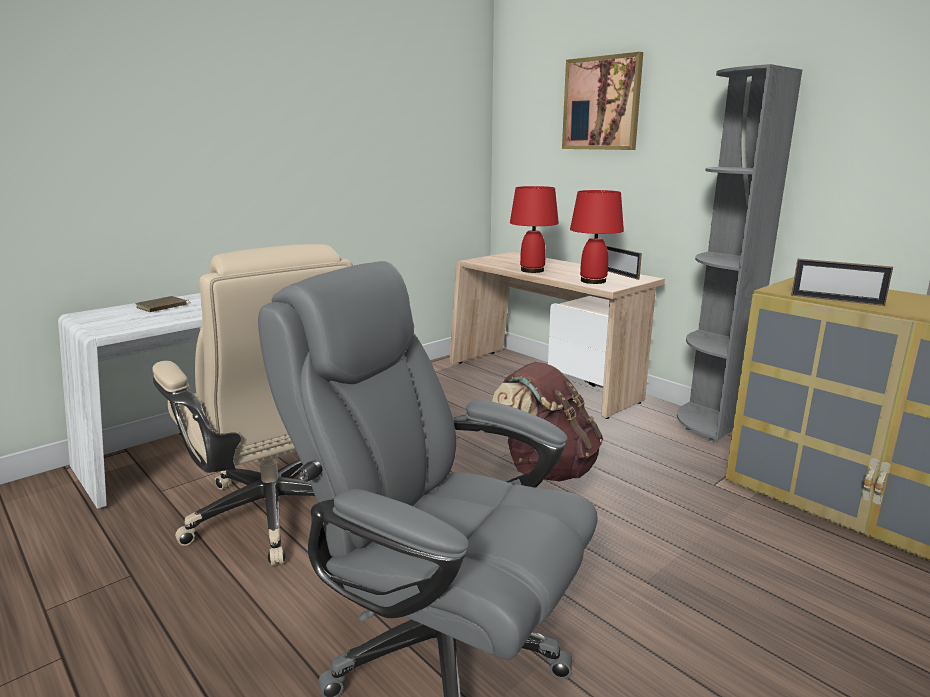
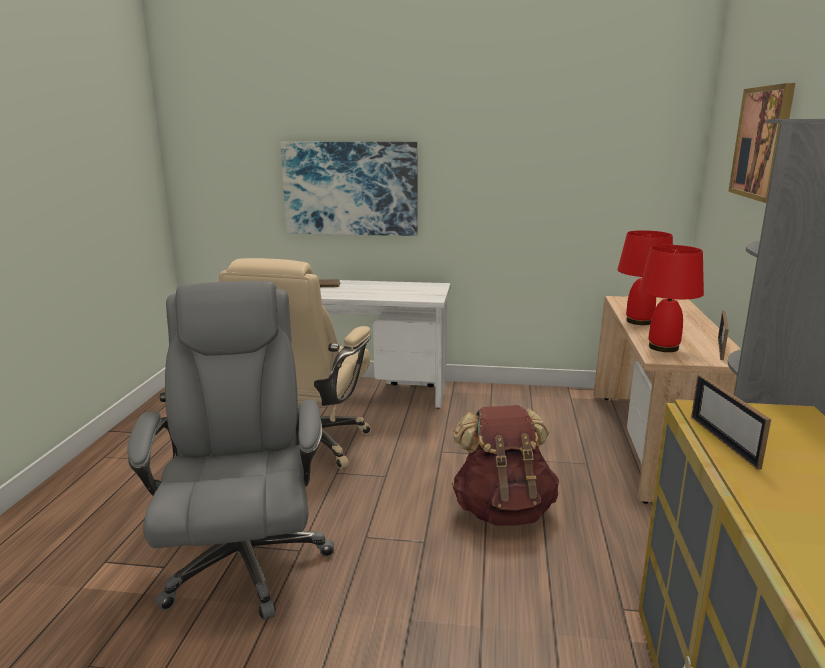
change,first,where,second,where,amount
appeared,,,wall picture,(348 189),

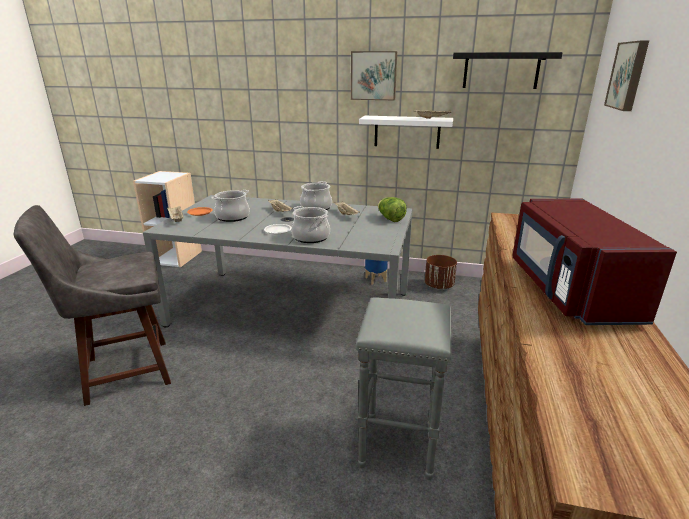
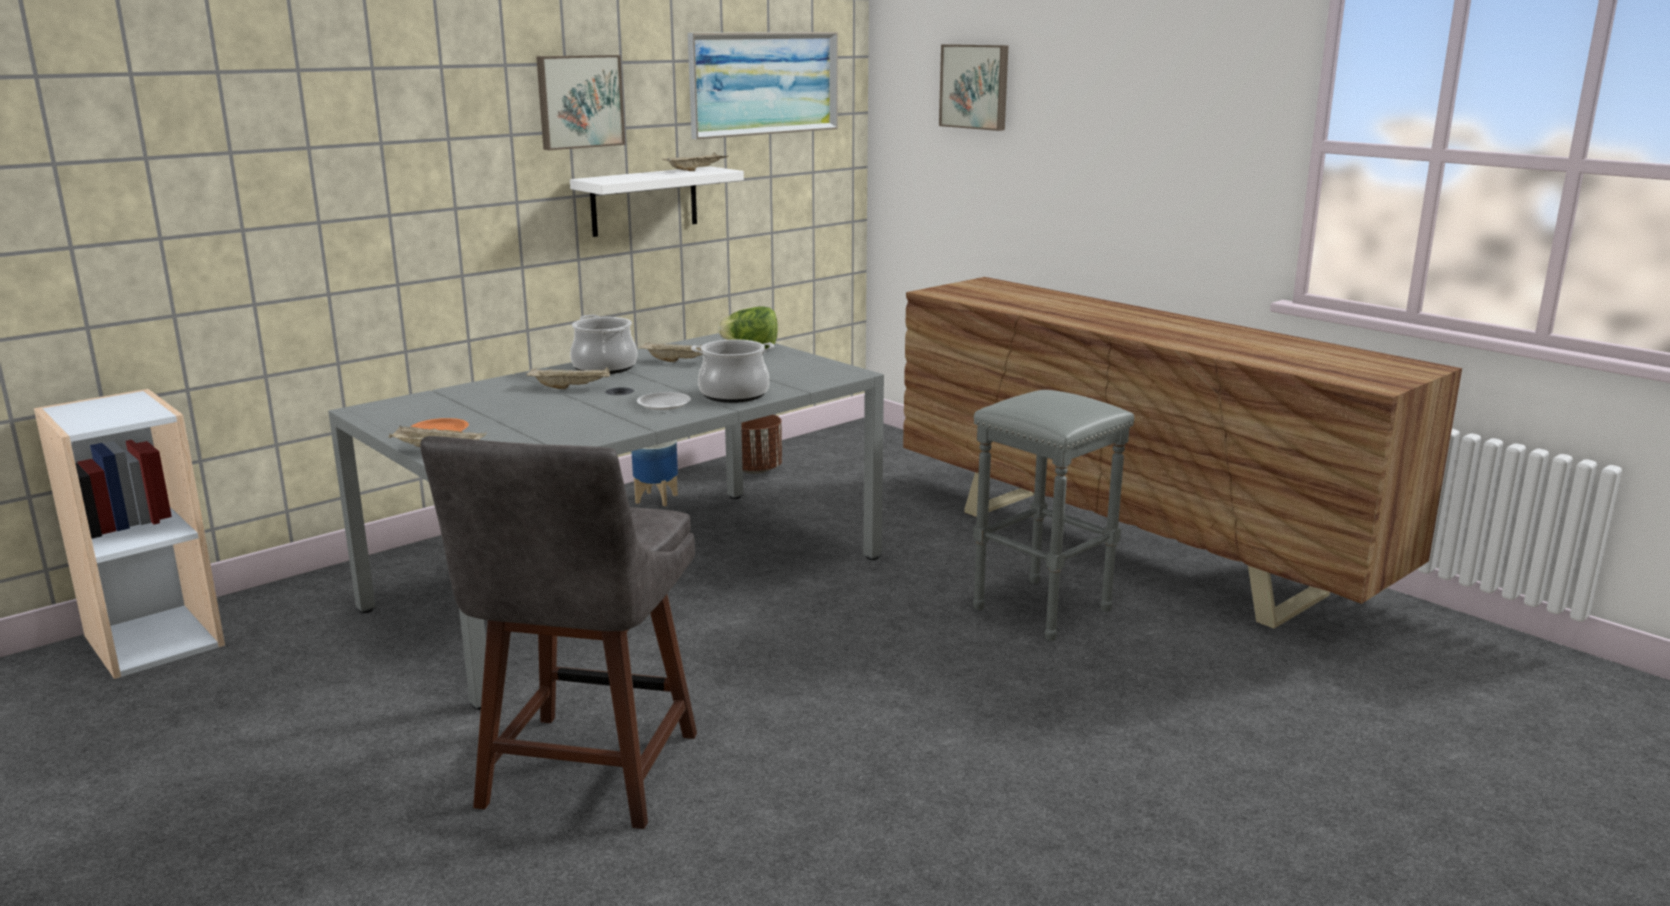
change,first,where,second,where,amount
missing,cooking pot,(230 206),,,
missing,red-coloured microwave oven,(595 262),,,
exchanged,black-coloured wall shelf,(508 70),wall picture,(763 85),

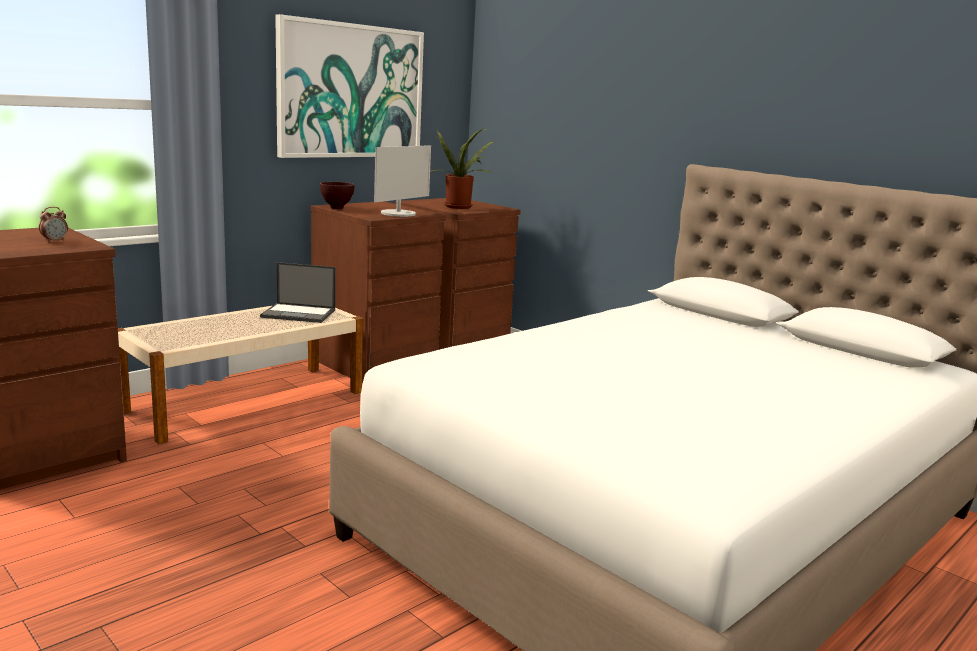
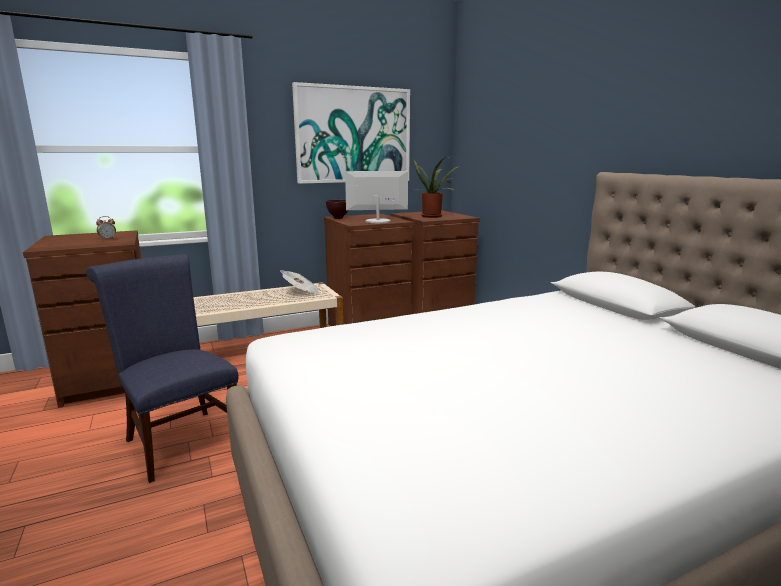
change,first,where,second,where,amount
appeared,,,blue plain chair,(162 368),
exchanged,portable computer,(298 292),newspaper,(300 282),
spun,computer screen,(402 181),,(376 197),150 degrees counterclockwise

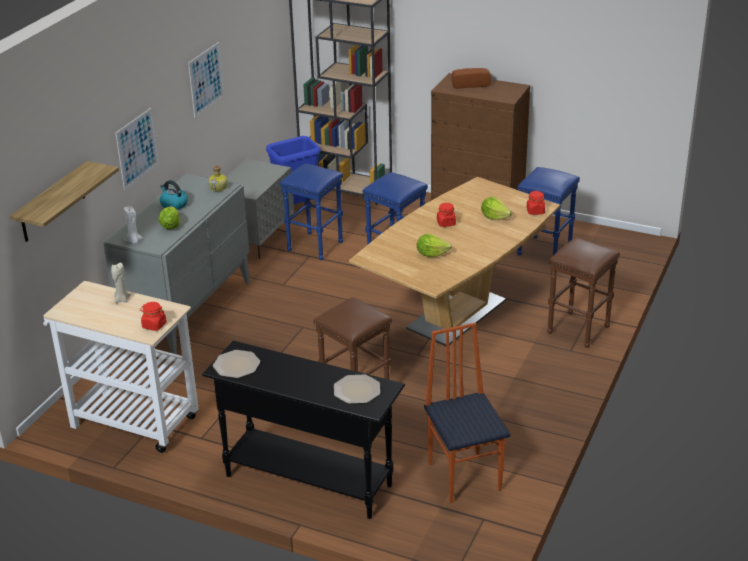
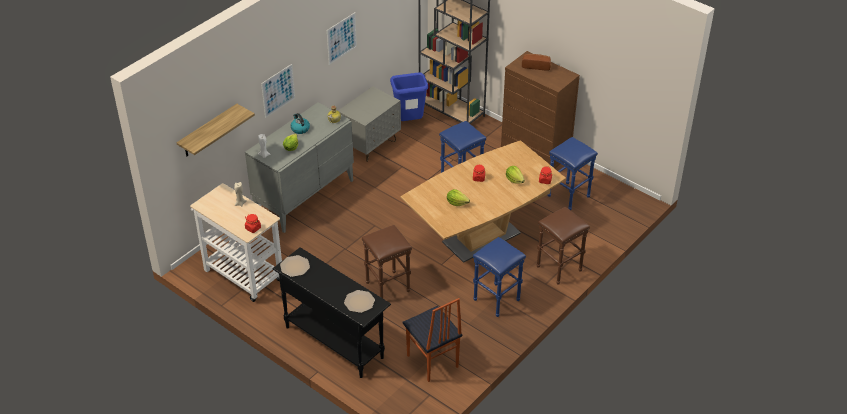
change,first,where,second,where,amount
relocated,blue stool seat,(311 212),,(499 277),
spun,plain chair,(467 413),,(432 340),150 degrees clockwise

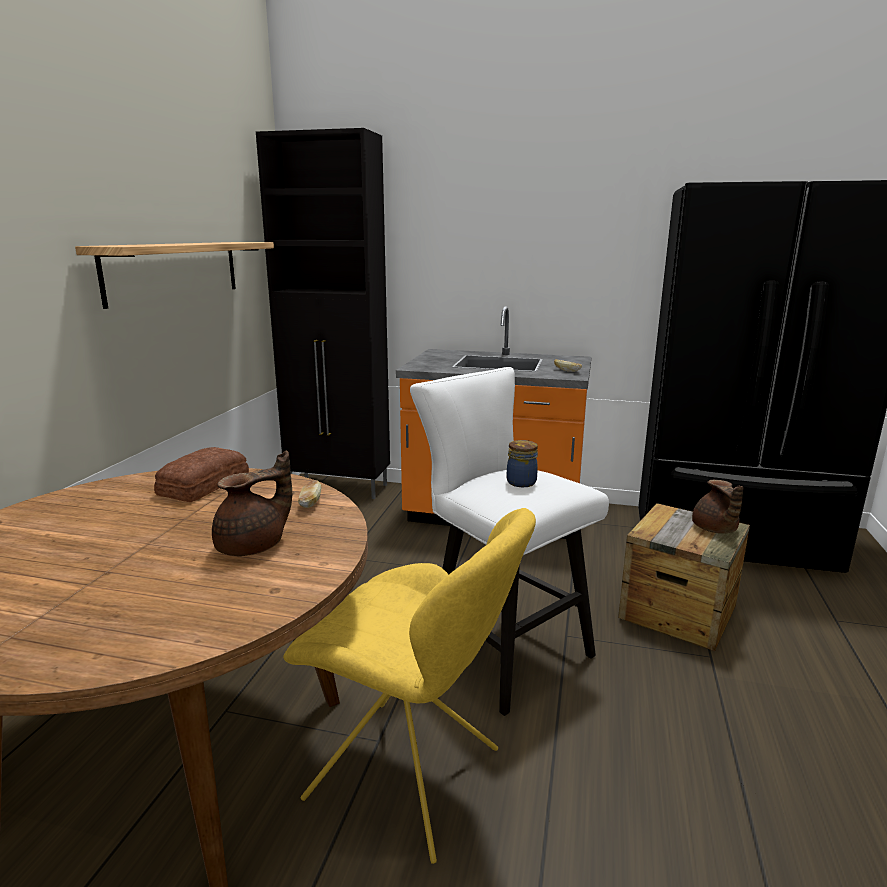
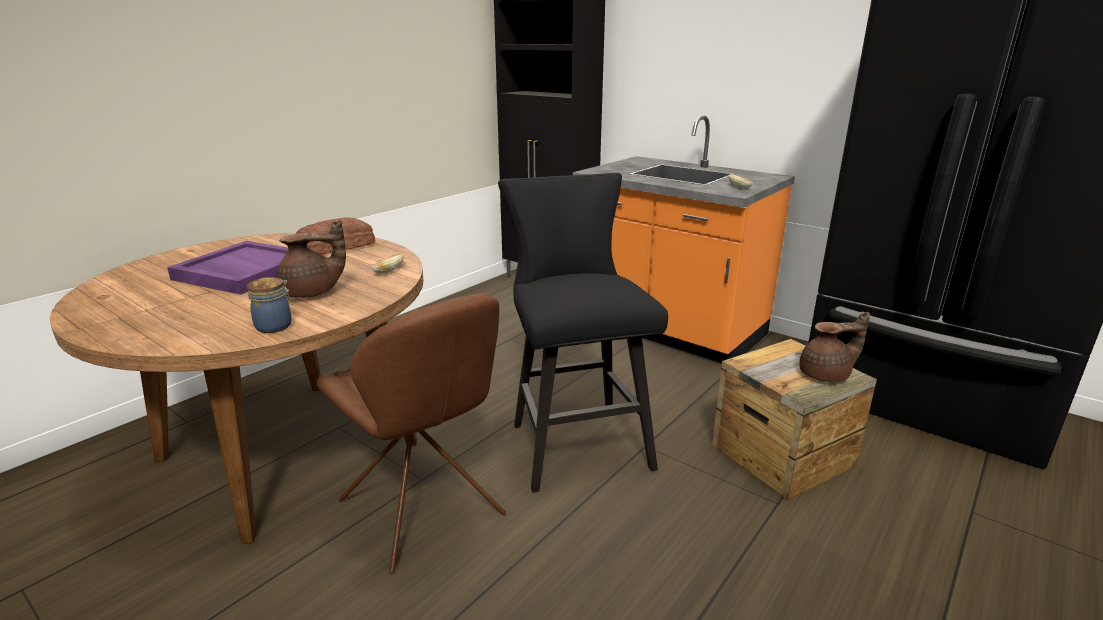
change,first,where,second,where,amount
missing,wall shelf,(174 275),,,
appeared,,,purple serving tray,(227 268),
relocated,jar,(522 463),,(270 305),
colour,yellowish plain chair,(409 686),brown-coloured plain chair,(411 433),
colour,white-coloured stool seat,(509 541),black-coloured stool seat,(583 332),
spun,brown-coloured teapot,(717 507),,(834 347),120 degrees counterclockwise

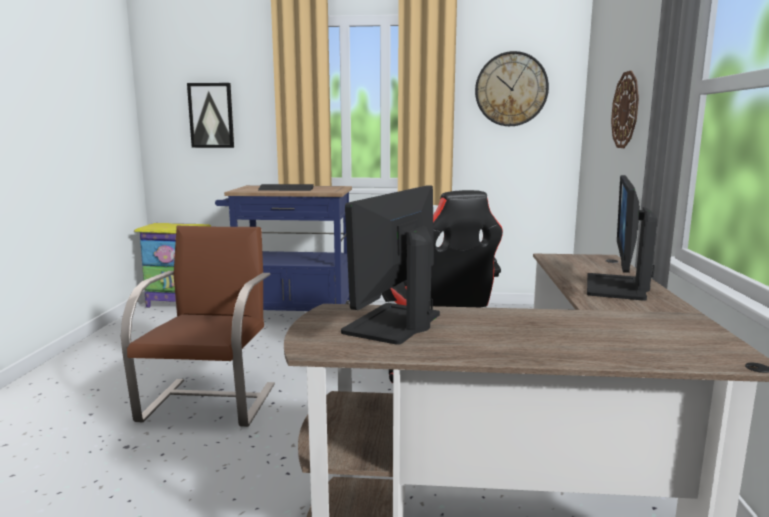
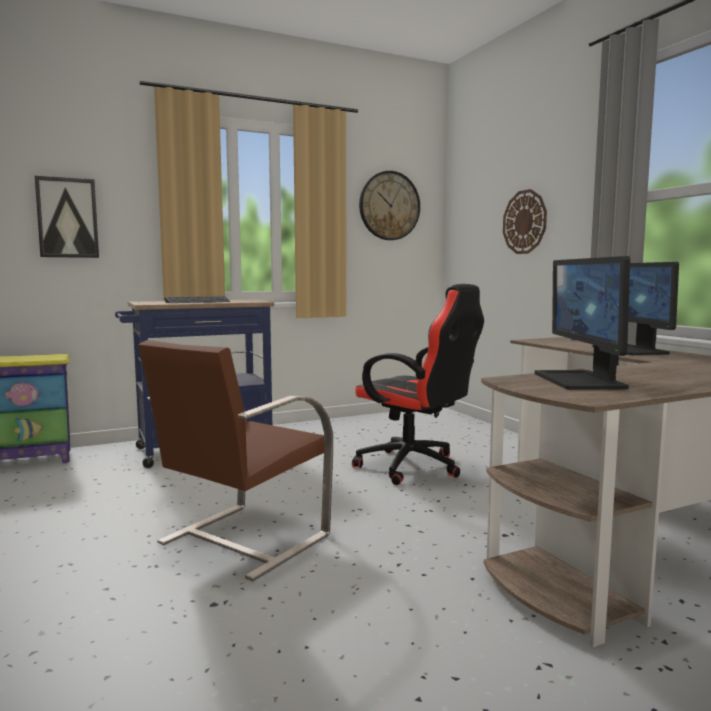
change,first,where,second,where,amount
spun,brown-coloured plain chair,(198 326),,(235 460),120 degrees counterclockwise

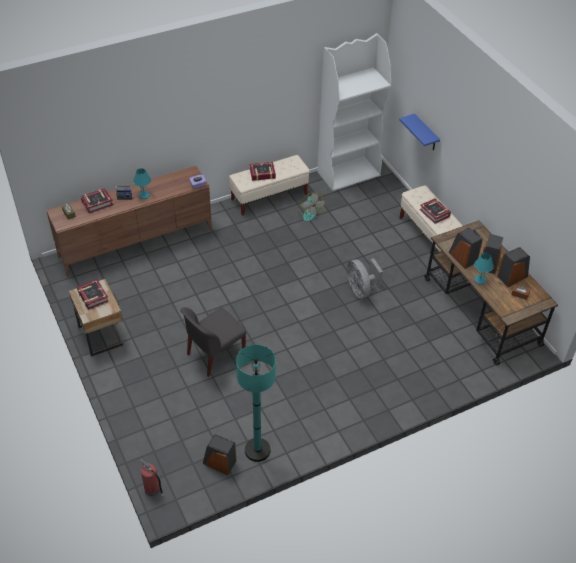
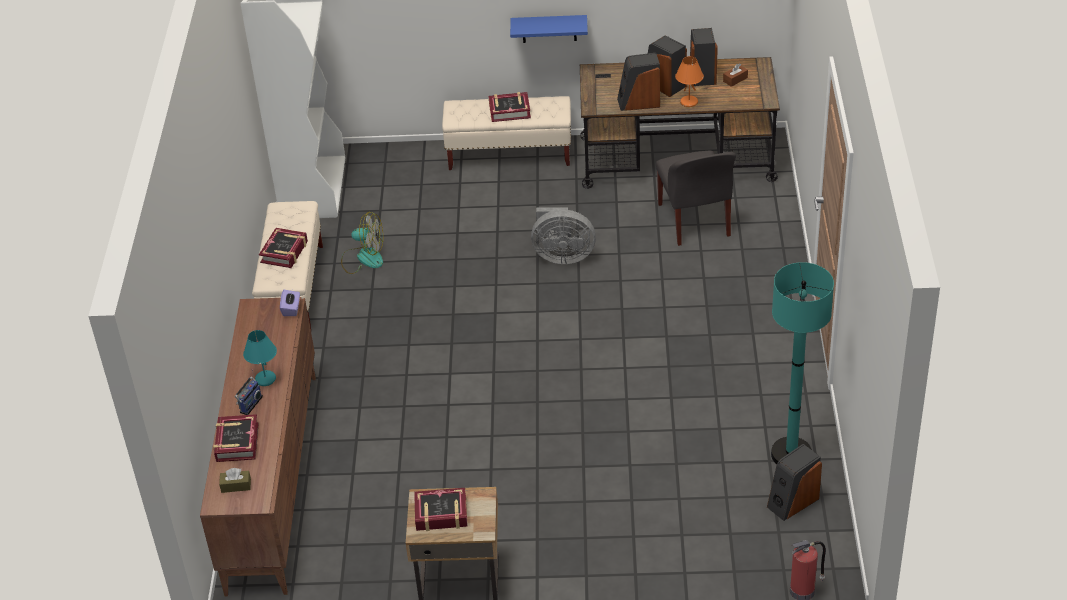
change,first,where,second,where,amount
relocated,greyish plain chair,(213 342),,(696 198),
relocated,blue wall shelf,(419 132),,(549 29),
colour,turquoise tabletop lamp,(484 268),orange-coloured tabletop lamp,(689 81),

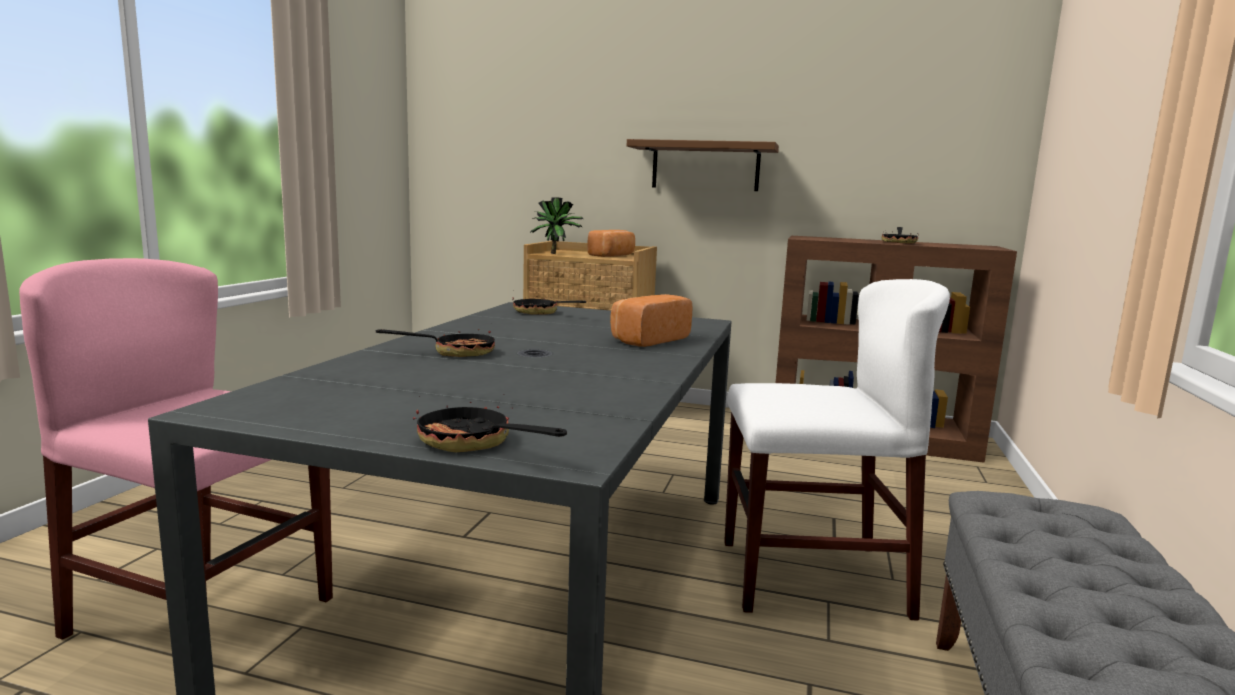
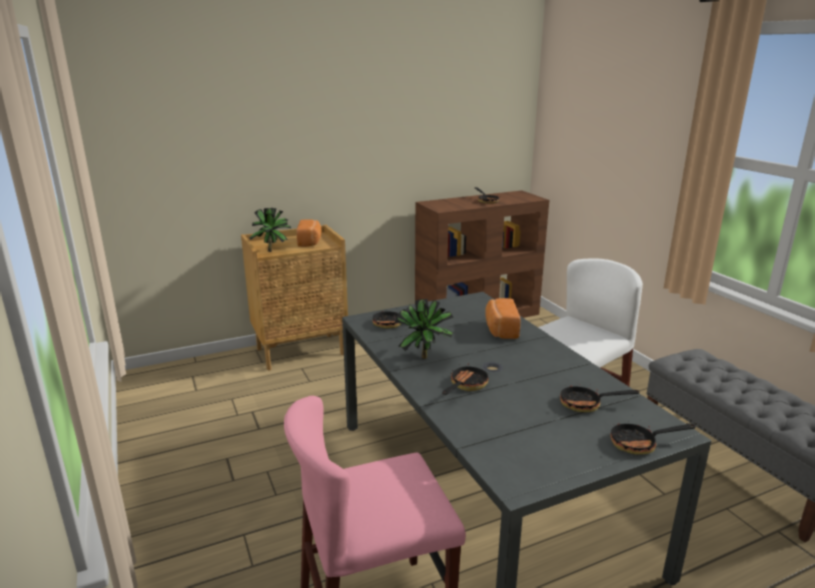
change,first,where,second,where,amount
missing,brown-coloured wall shelf,(703 165),,,
appeared,,,potted plant,(424 329),
appeared,,,skillet,(599 398),

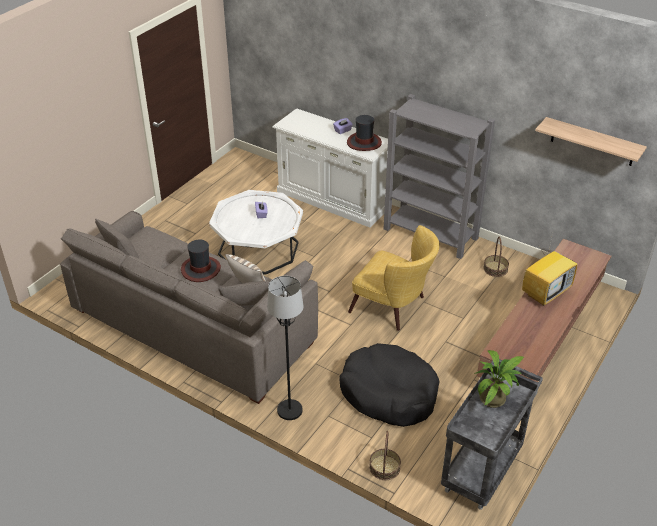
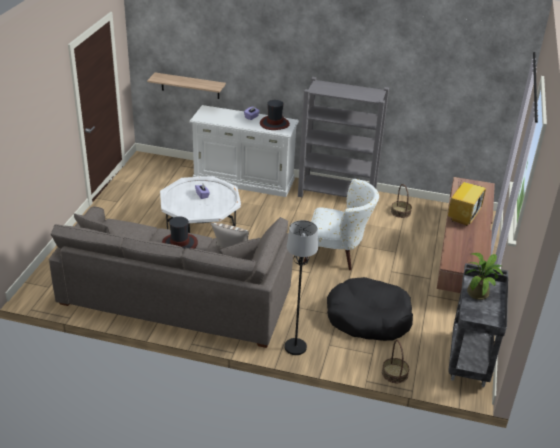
change,first,where,second,where,amount
relocated,wall shelf,(591 141),,(186 86),
colour,yellowish easy chair,(394 278),white-coloured easy chair,(341 224),

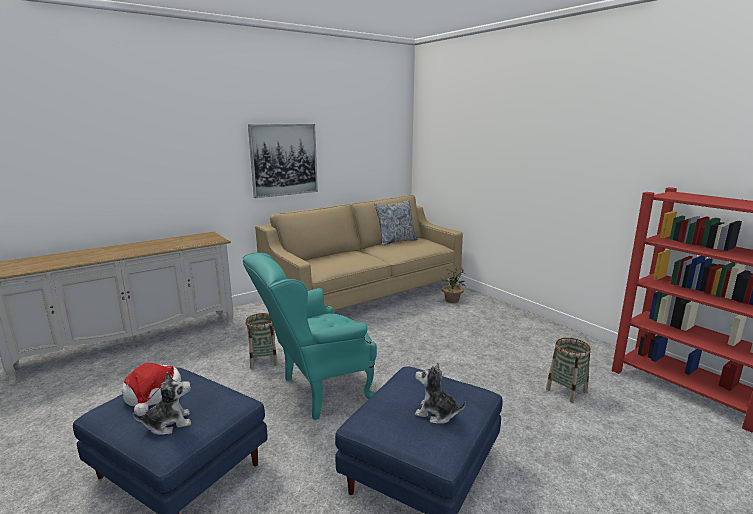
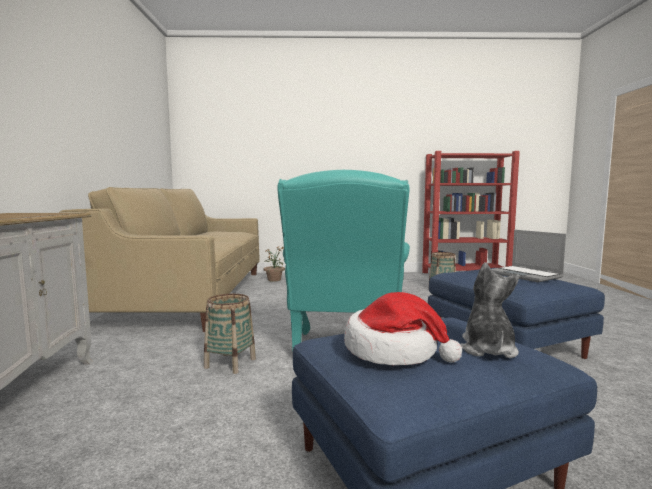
change,first,where,second,where,amount
missing,wall picture,(283 161),,,
missing,cushion,(396 223),,,
exchanged,soft toy,(440 393),portable computer,(528 256),

